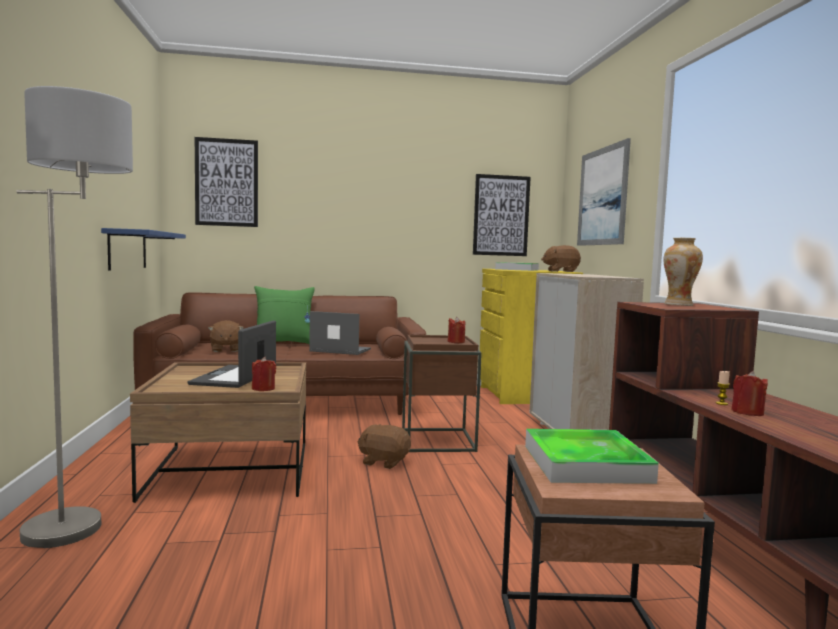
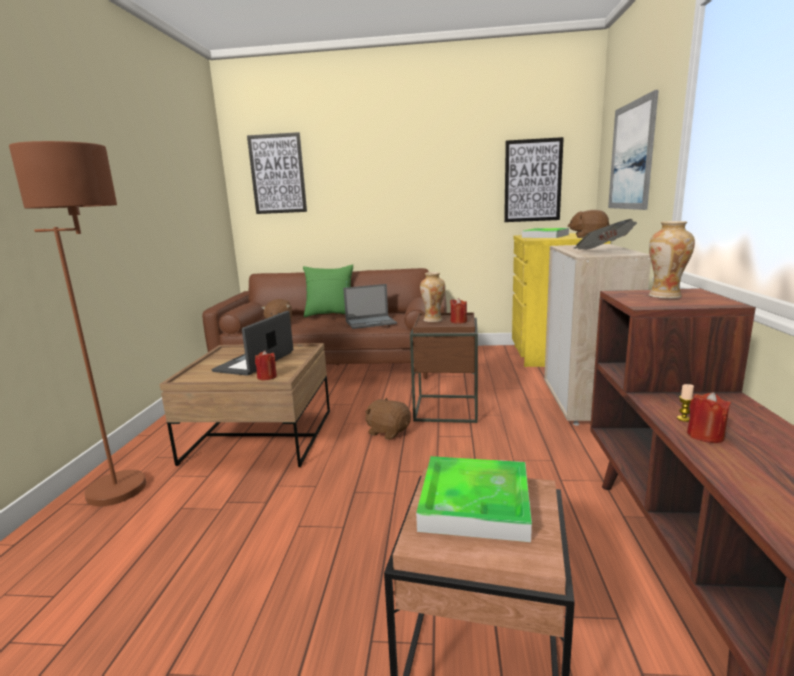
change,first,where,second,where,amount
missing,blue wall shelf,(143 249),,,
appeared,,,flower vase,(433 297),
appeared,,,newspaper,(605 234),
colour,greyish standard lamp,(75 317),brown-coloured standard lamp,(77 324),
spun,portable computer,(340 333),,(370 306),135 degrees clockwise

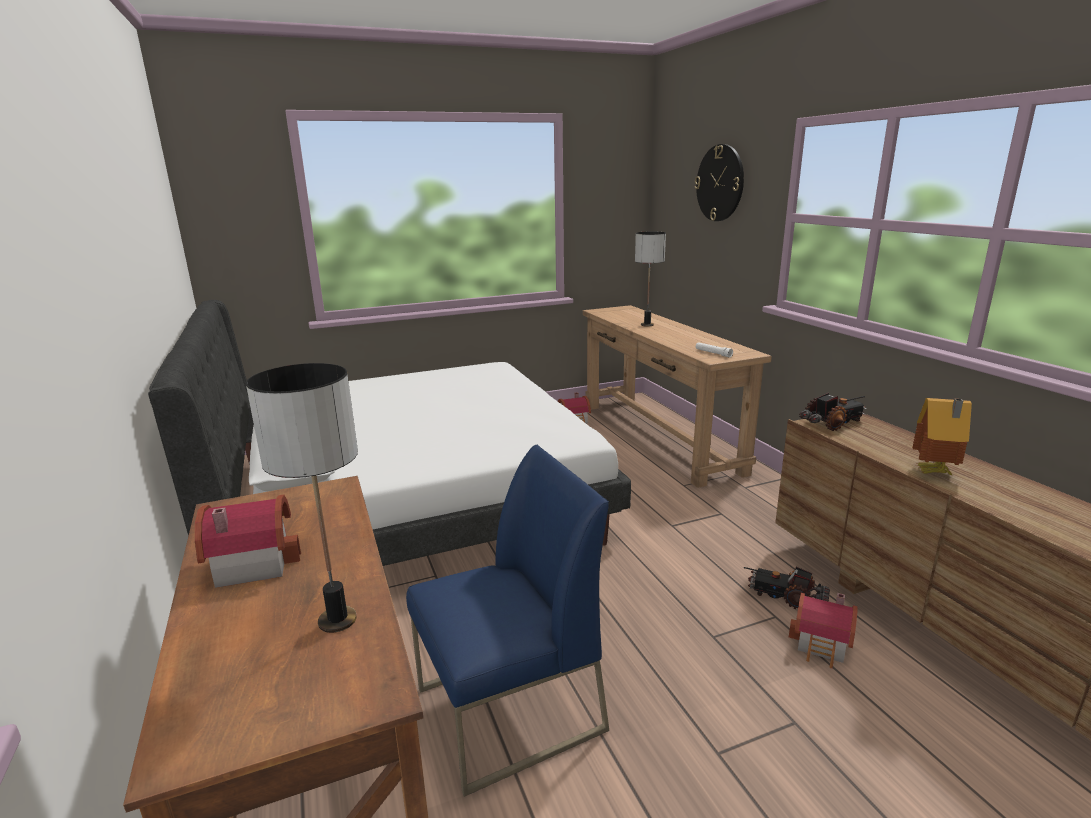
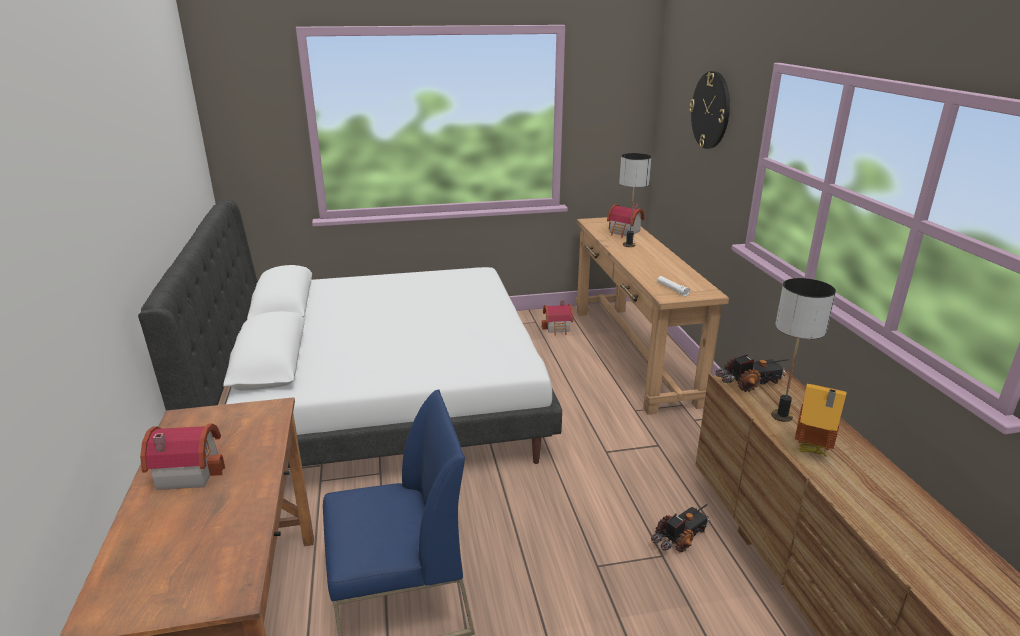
change,first,where,second,where,amount
relocated,tabletop lamp,(302 498),,(803 350),
relocated,miniature house,(823 630),,(626 220),
spun,model truck,(787 588),,(680 528),105 degrees clockwise

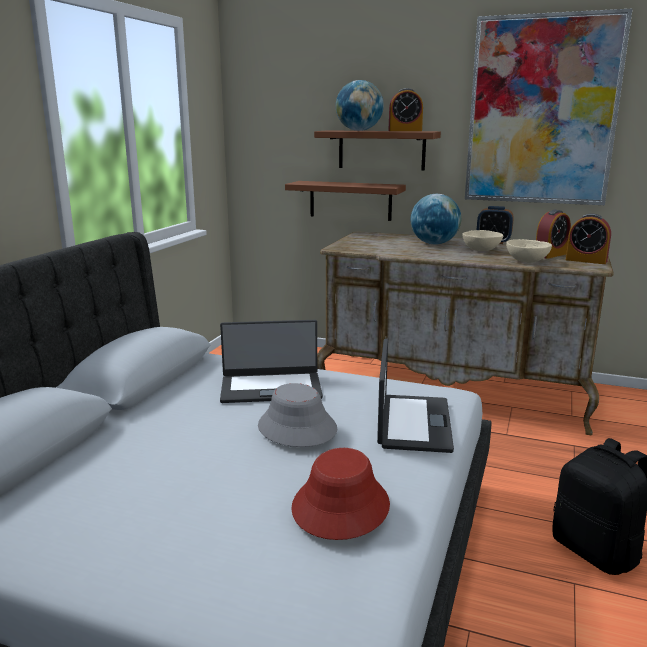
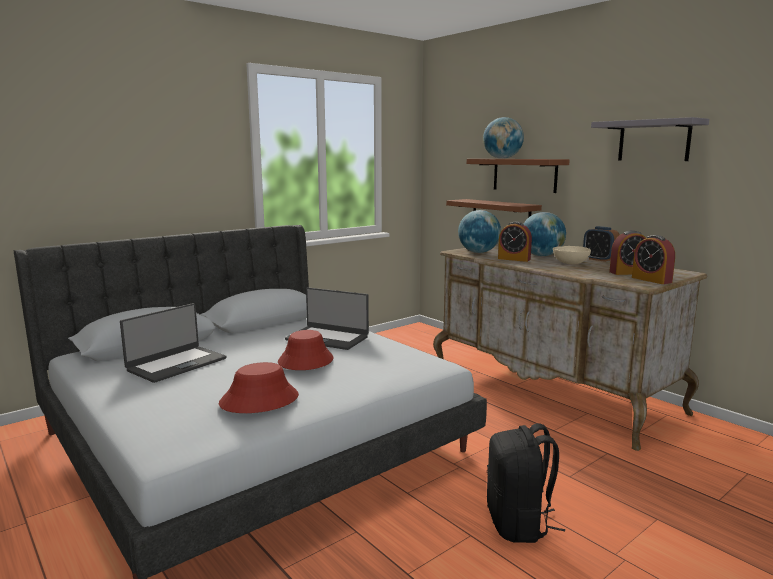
change,first,where,second,where,amount
missing,beige deep dish,(529 251),,,
appeared,,,world globe,(479 231),
relocated,portable computer,(415 396),,(173 343),
relocated,bedside clock,(406 109),,(515 241),
exchanged,wall picture,(549 106),greyish wall shelf,(650 139),
colour,greyish clothing hat,(297 415),red-coloured clothing hat,(306 350),

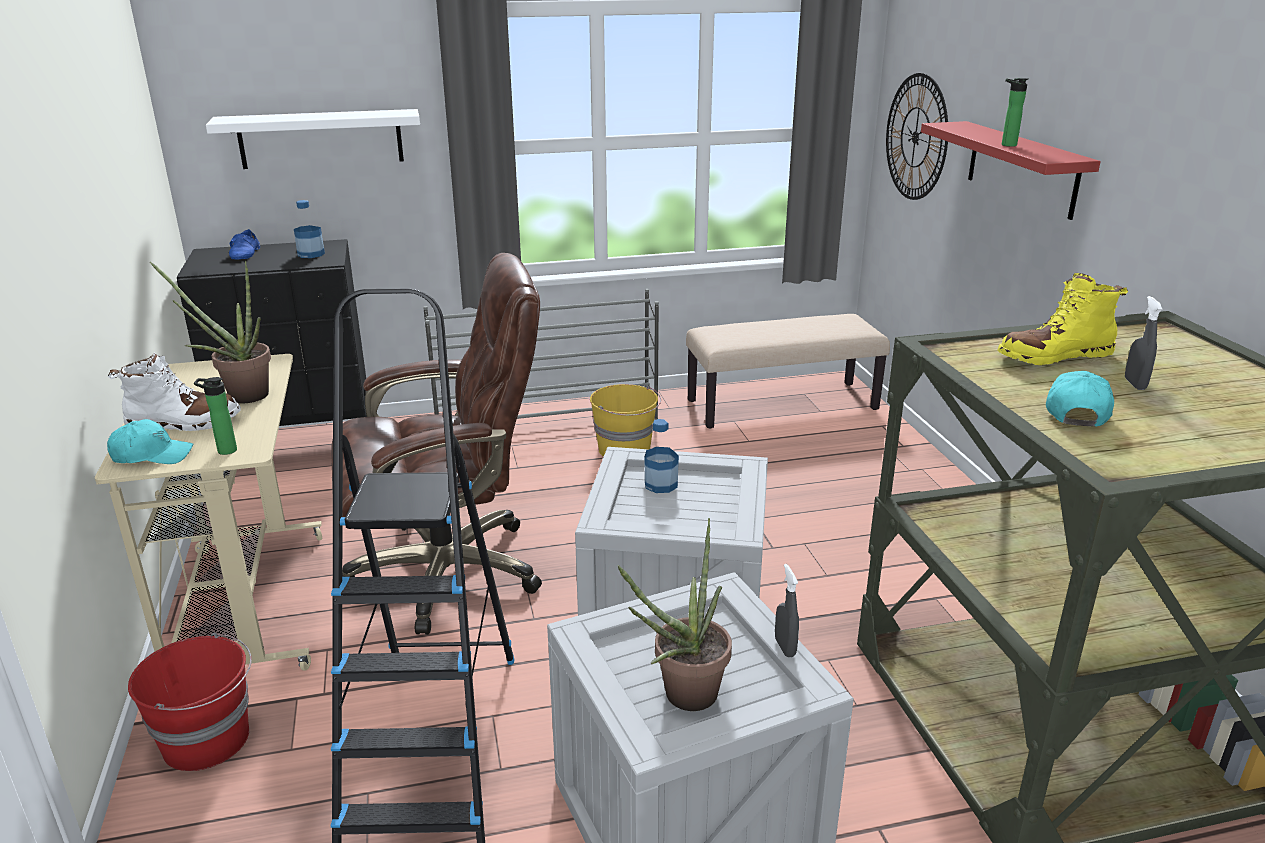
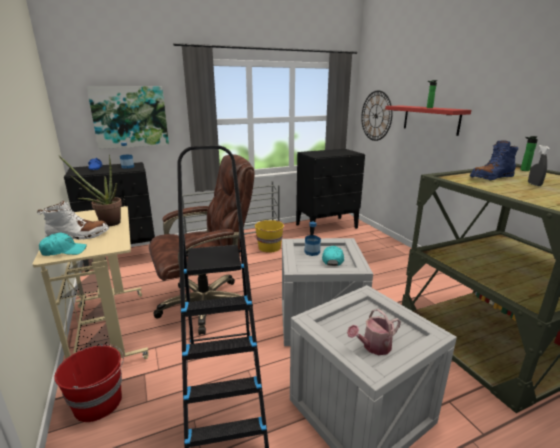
change,first,where,second,where,amount
missing,greyish sprayer,(787 611),,,
relocated,bottle,(215 416),,(529 153),
relocated,turquoise peaked cap,(1080 399),,(333 256),
exchanged,white-coloured wall shelf,(313 139),wall picture,(128 117),
exchanged,potted plant,(674 614),watering can,(374 332),
exchanged,beige bench,(788 371),black-coloured chest of drawers,(330 192),
colour,yellowish high-top boot,(1062 319),blue high-top boot,(494 160),

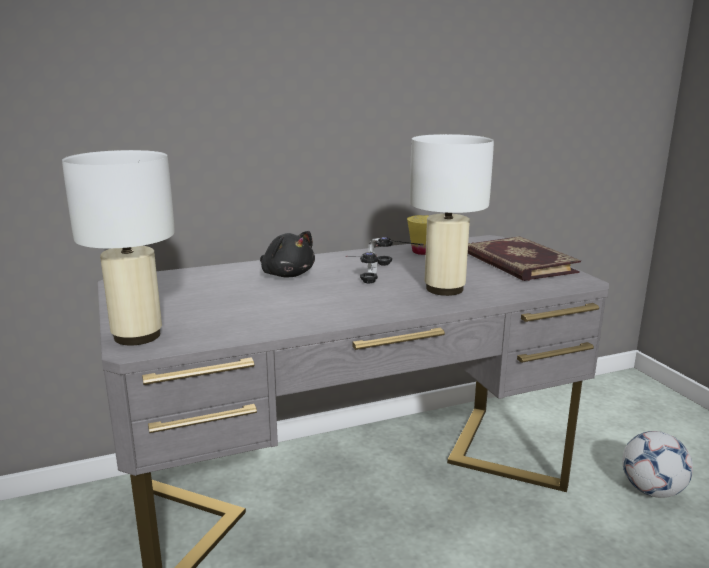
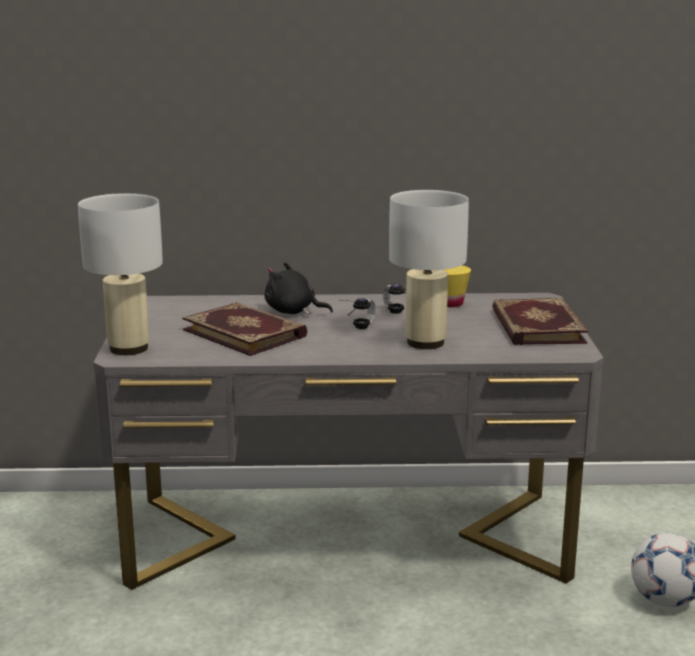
change,first,where,second,where,amount
appeared,,,bound book,(244 329),
spun,black-coloured soft toy,(287 254),,(299 288),135 degrees clockwise

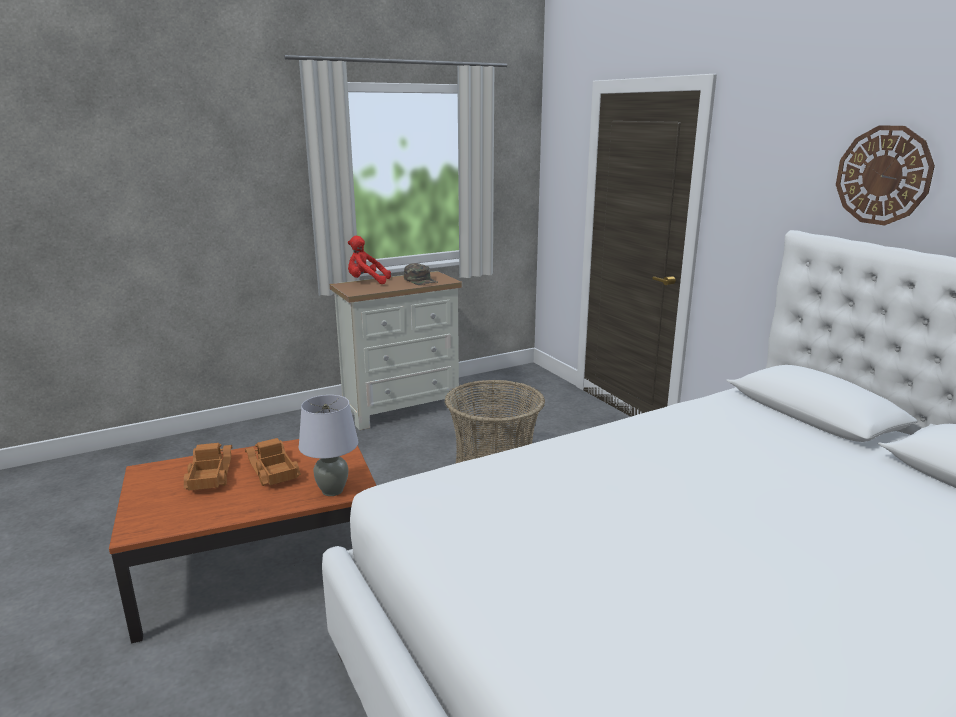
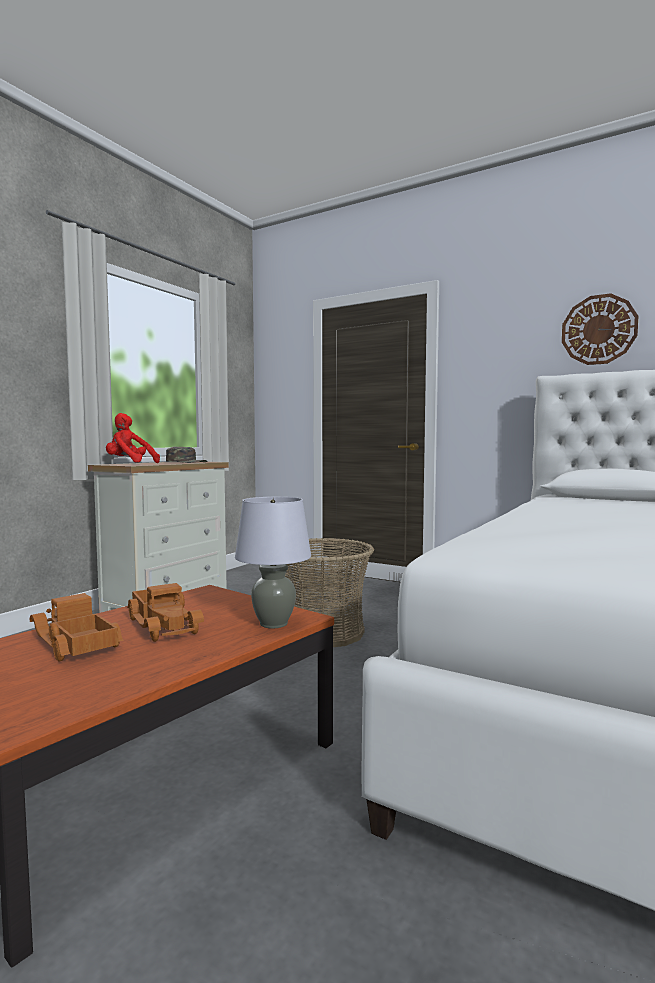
change,first,where,second,where,amount
spun,model truck,(273 462),,(165 612),150 degrees counterclockwise
spun,red-coloured soft toy,(369 260),,(133 438),45 degrees clockwise

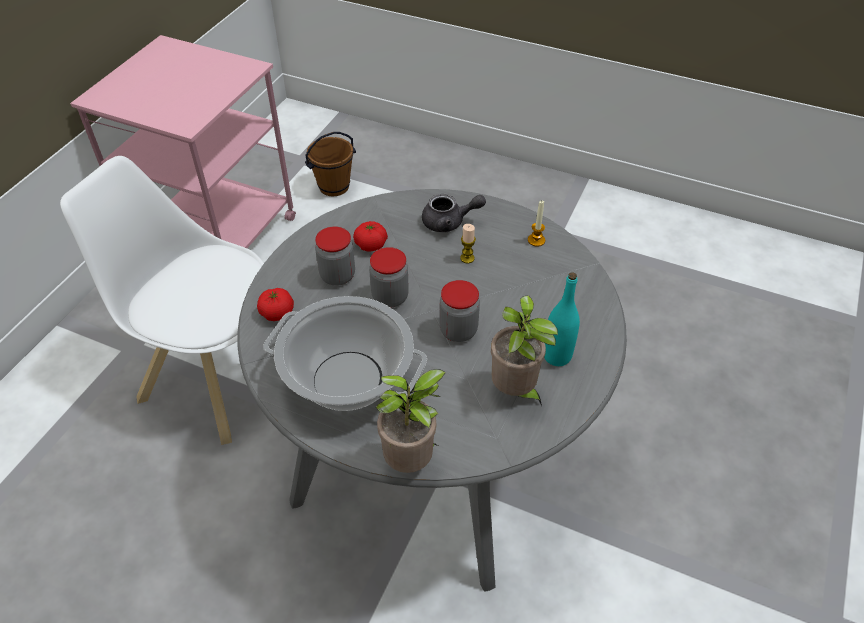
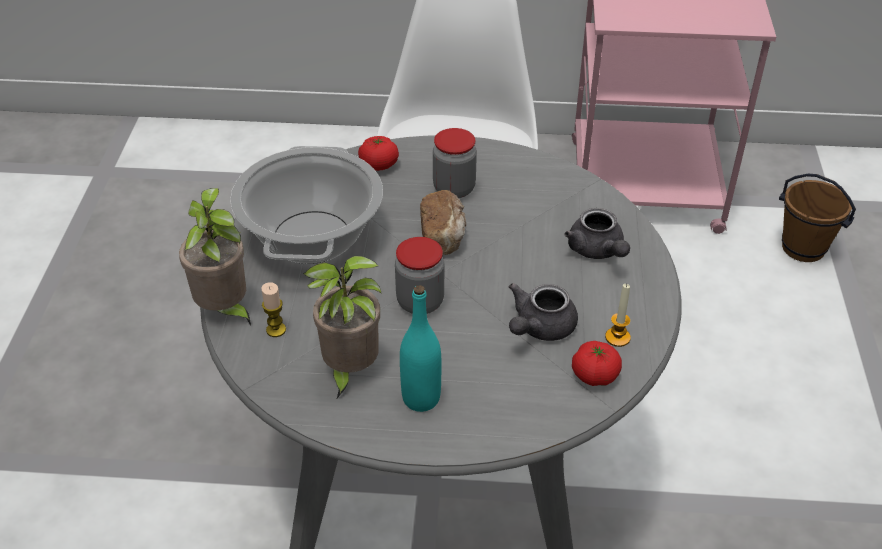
change,first,where,second,where,amount
appeared,,,greyish teapot,(543 312),
relocated,tomato,(370 236),,(597 363),
relocated,wax candle,(468 243),,(273 309),
exchanged,jar,(389 277),bread,(443 222),

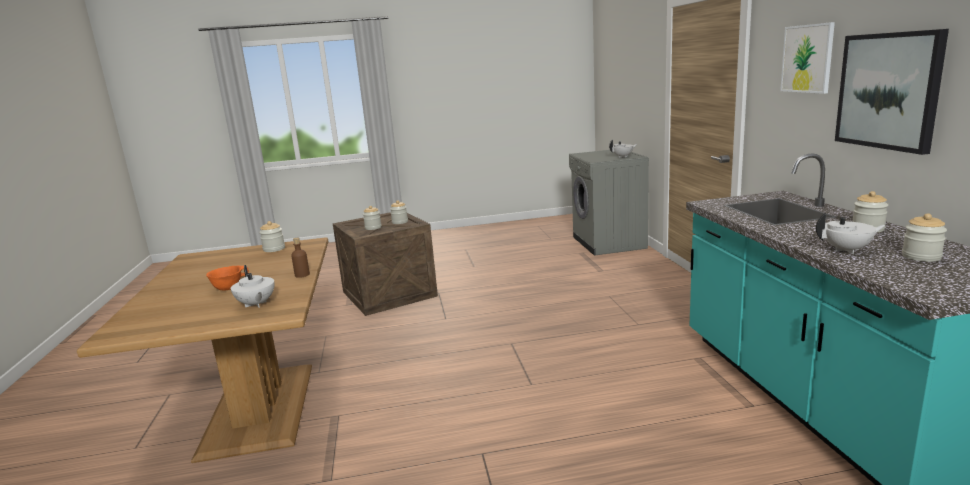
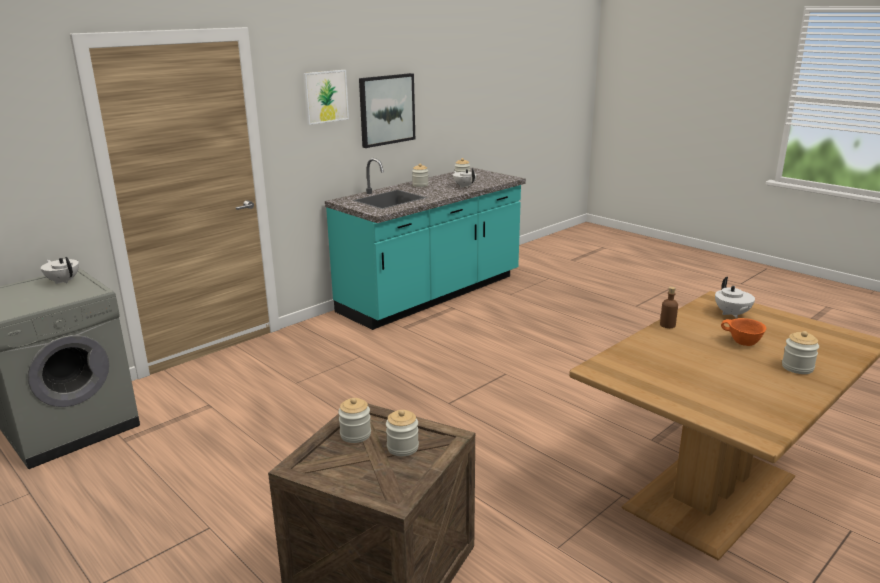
change,first,where,second,where,amount
relocated,jar,(272 236),,(800 352),
spun,white-coloured teapot,(253 286),,(735 297),150 degrees clockwise

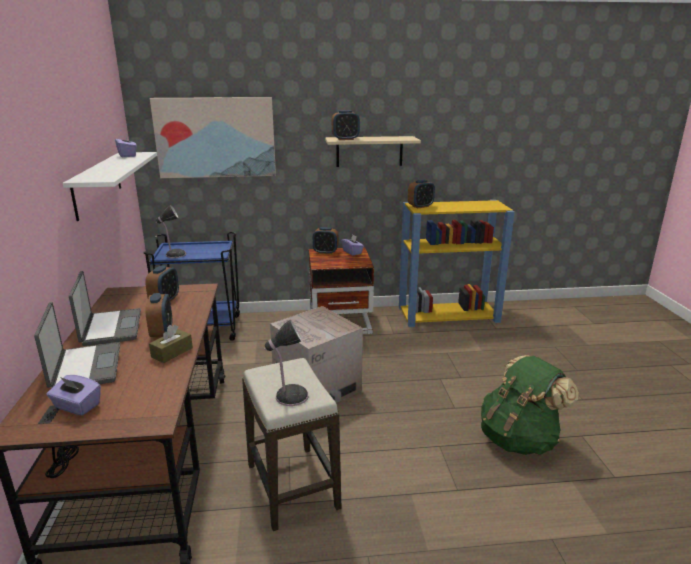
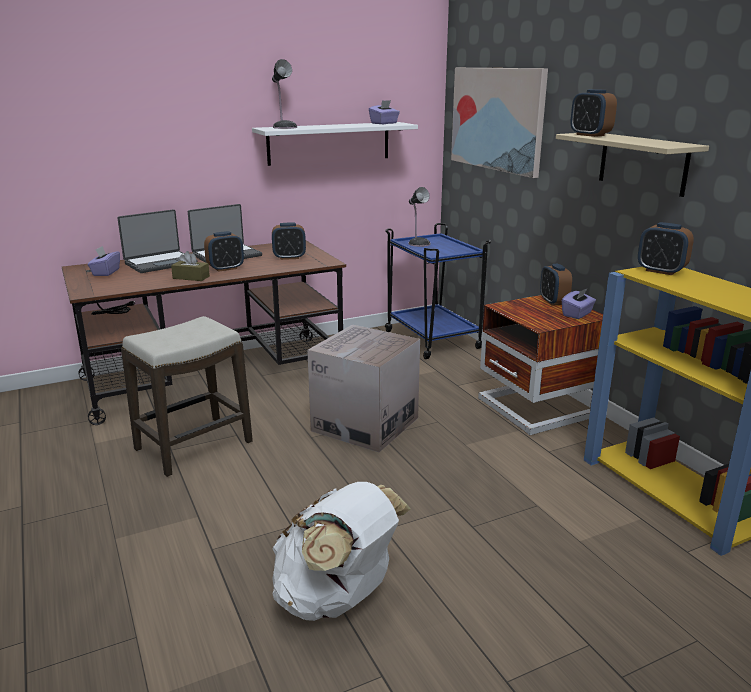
change,first,where,second,where,amount
relocated,tabletop lamp,(286 363),,(284 94),
colour,green knapsack,(530 405),white-coloured knapsack,(341 551),

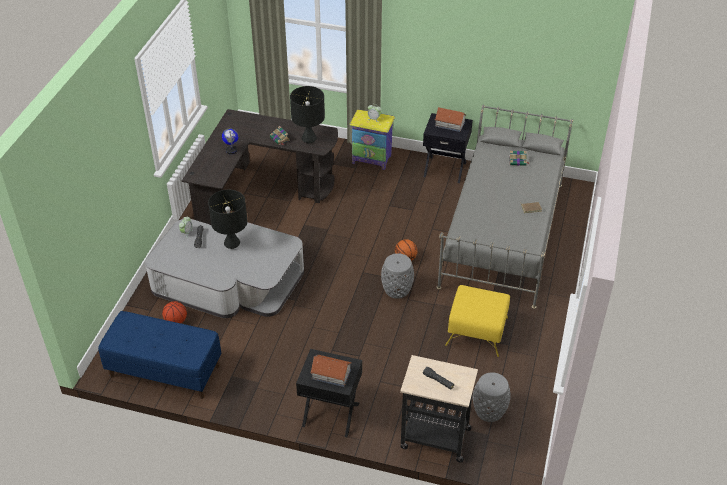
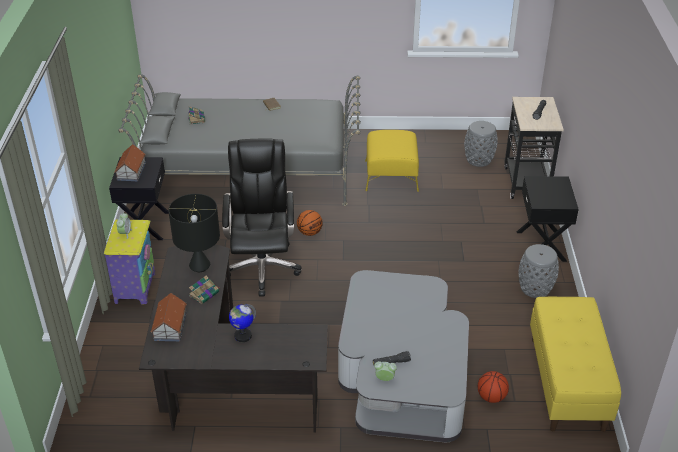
change,first,where,second,where,amount
missing,black-coloured tabletop lamp,(227 219),,,
appeared,,,black-coloured desk chair,(262 217),
relocated,miniature house,(331 371),,(168 317),
relocated,greyish stool seat,(397 276),,(539 271),
colour,blue bench,(159 355),yellowish bench,(575 364),

